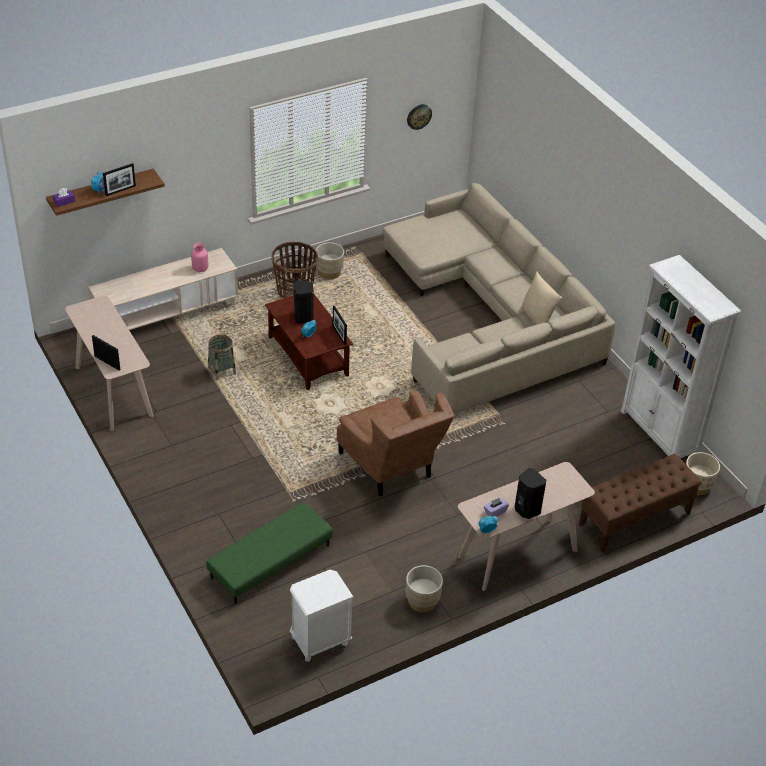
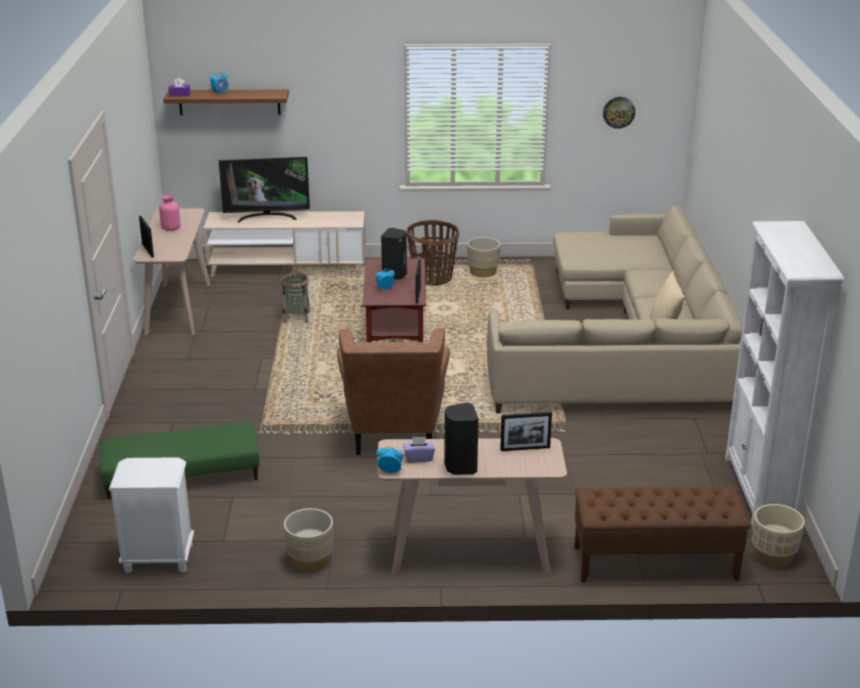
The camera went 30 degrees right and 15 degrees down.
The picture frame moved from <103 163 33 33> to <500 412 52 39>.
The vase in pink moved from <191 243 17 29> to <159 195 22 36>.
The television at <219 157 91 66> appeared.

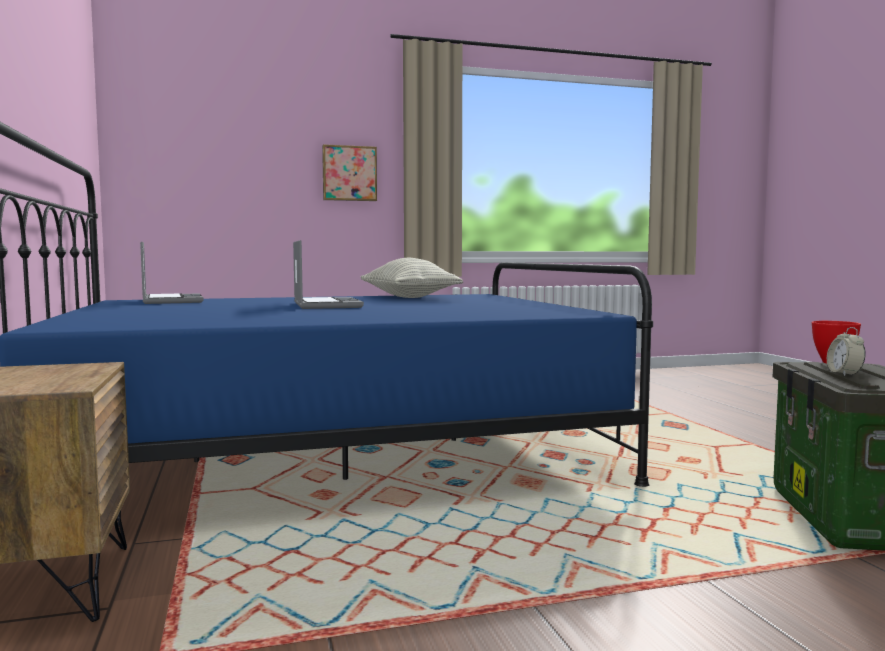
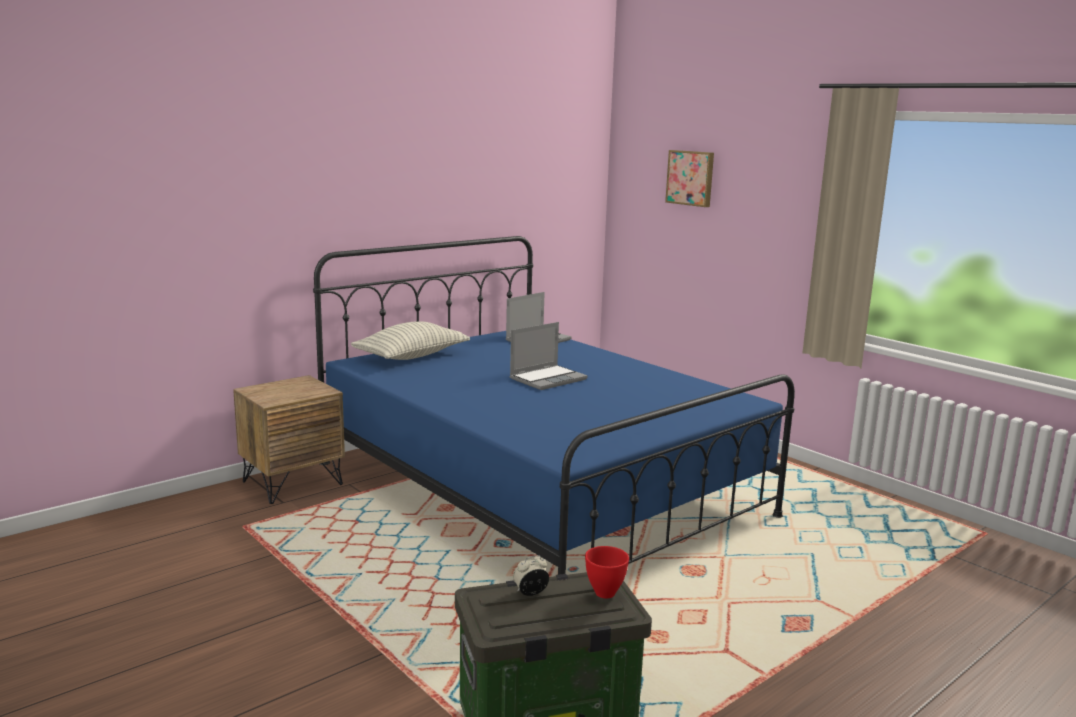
The camera went 65 degrees right and 10 degrees up.
The picture moved from <322 144 55 57> to <665 150 49 57>.
The pillow moved from <361 258 102 40> to <351 321 119 39>.

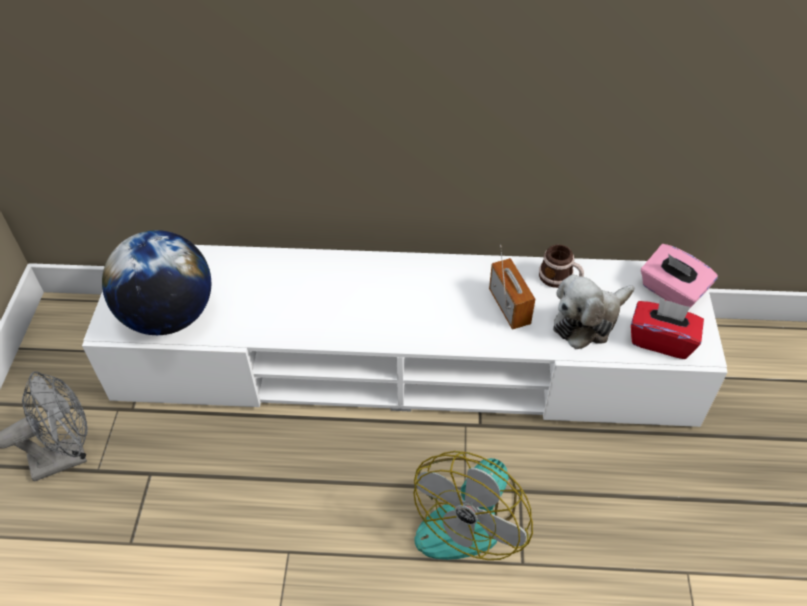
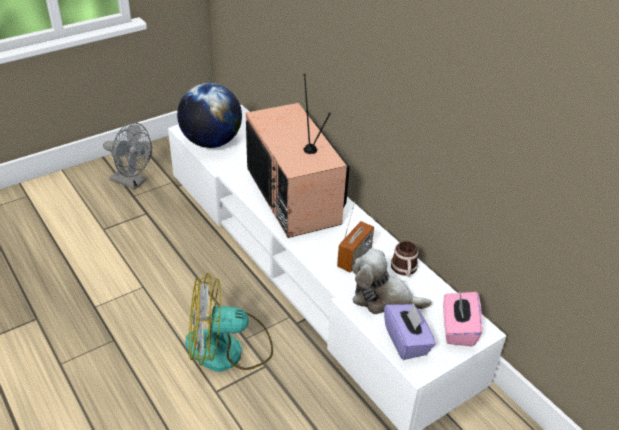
The camera went 50 degrees right and 10 degrees down.
The tissue box in red at <631 298 73 61> became the tissue box in purple at <384 303 52 57>.
The television at <246 74 104 164> appeared.

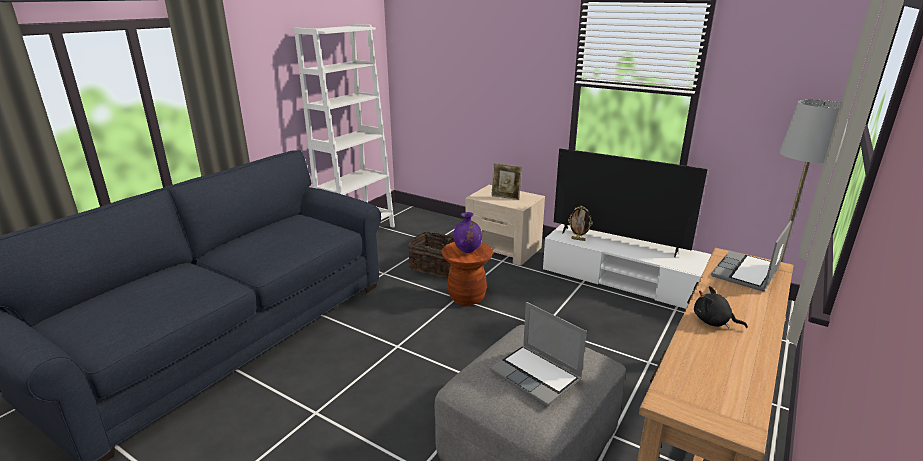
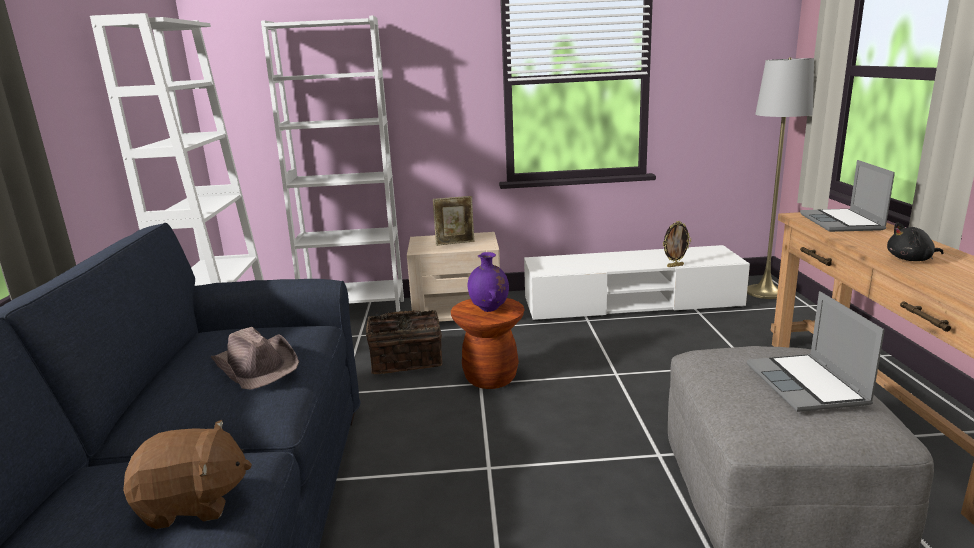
The camera went 35 degrees left and 5 degrees down.
The laptop at <490 302 97 105> turned 75 degrees clockwise.
The television at <554 149 154 108> disappeared.
The picture frame moved from <568 206 25 35> to <663 221 28 46>.
The plush toy in brown at <123 420 129 109> appeared.
The hat in brown at <211 327 88 63> appeared.
The bookcase in white at <261 16 143 296> appeared.

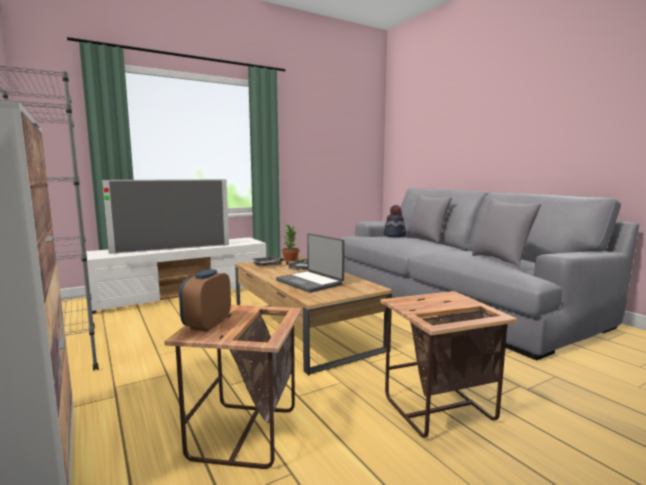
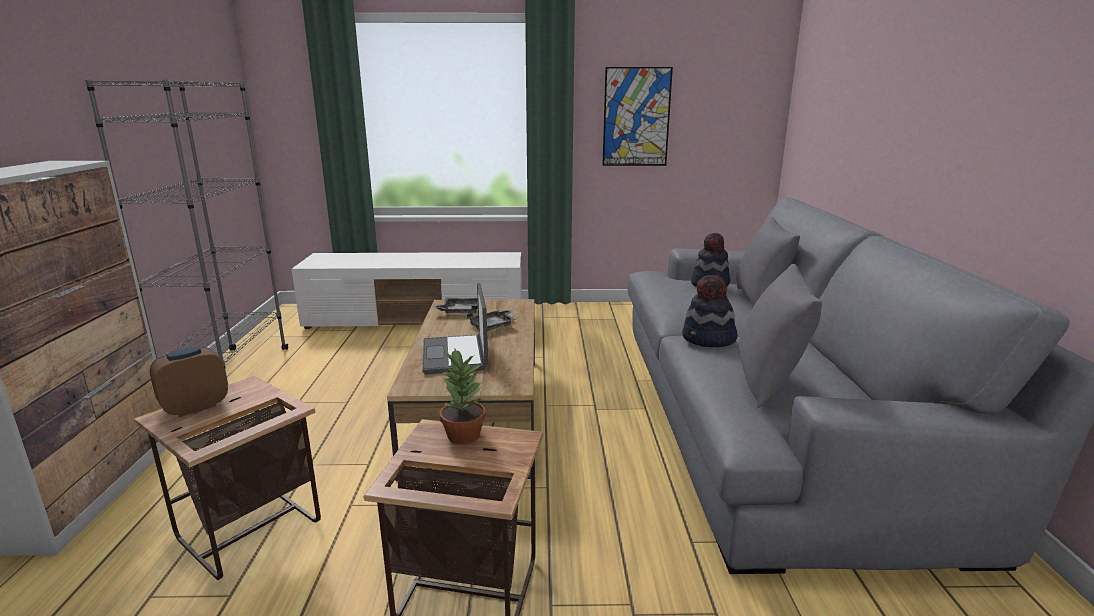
The camera went 30 degrees right and 10 degrees up.
The television at <102 179 127 75> disappeared.
The potted plant moved from <282 224 18 37> to <440 349 46 95>.
The picture at <602 67 71 99> appeared.
The hat at <682 275 56 72> appeared.

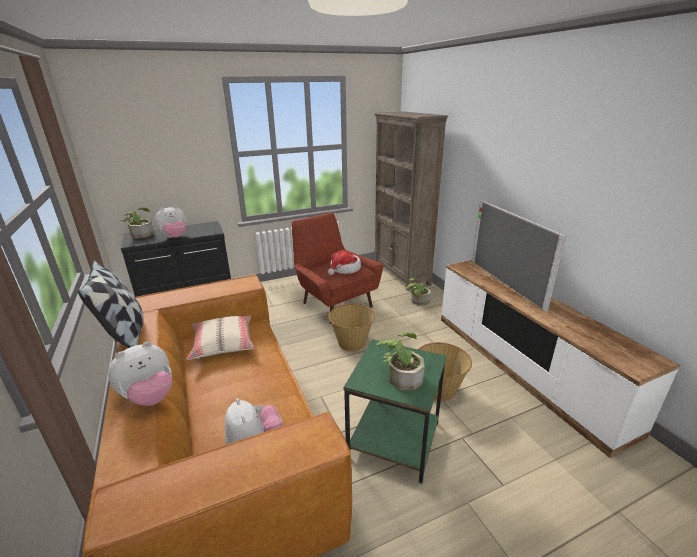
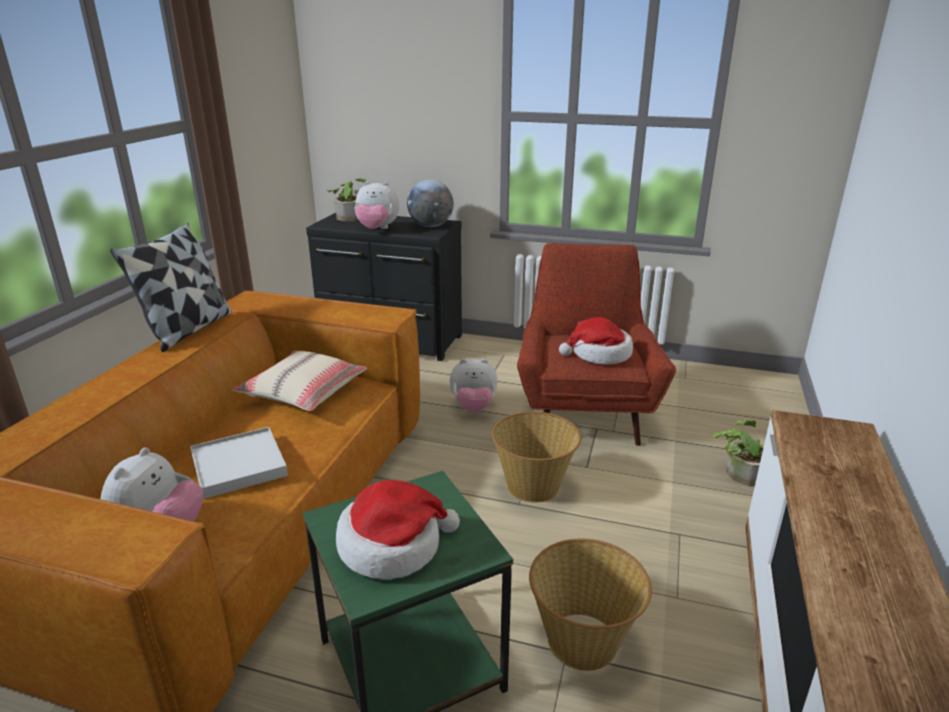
The camera went 40 degrees right and 0 degrees up.
The plush toy moved from <108 341 65 65> to <450 359 48 53>.
The bookcase in brown at <374 111 74 180> disappeared.
The potted plant at <377 332 48 59> was replaced by the hat at <336 480 124 100>.
The television at <472 200 94 112> disappeared.
The tray in white at <190 427 98 72> appeared.
The globe at <407 180 47 47> appeared.

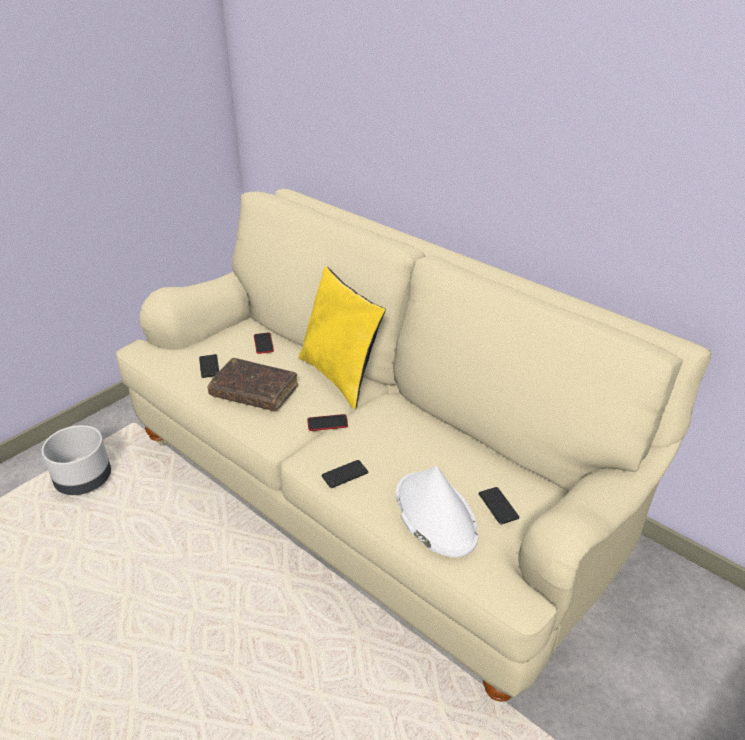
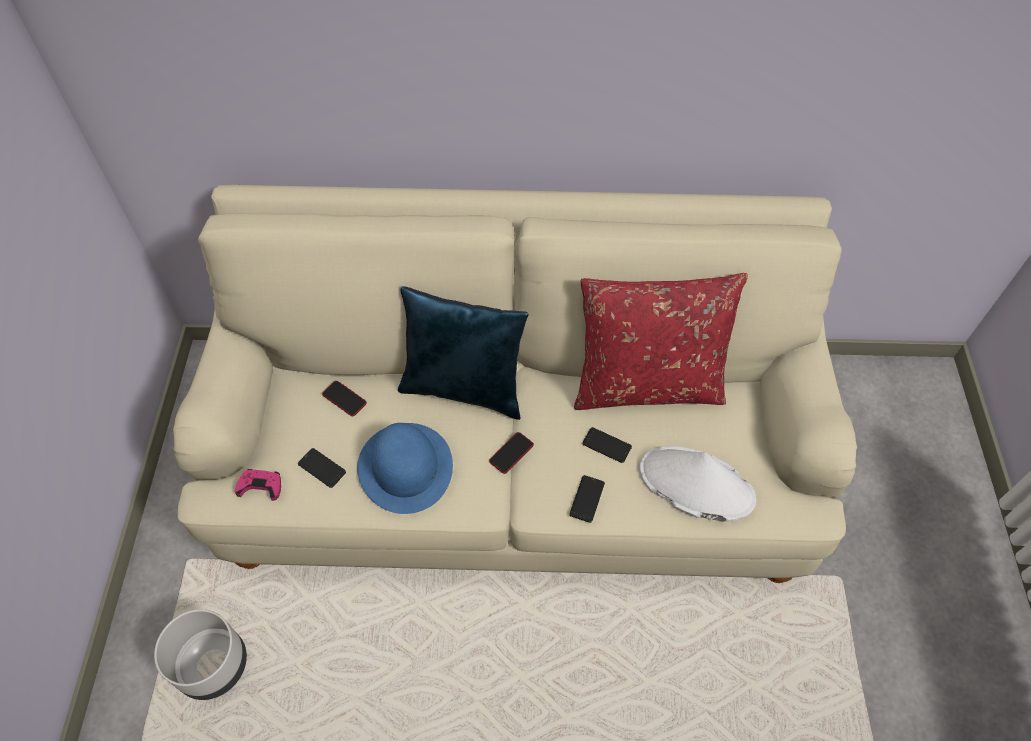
The camera went 40 degrees left and 20 degrees up.
The book in brown at <207 358 91 53> was replaced by the hat in blue at <357 423 96 91>.
The pillow in yellow at <299 266 86 143> became the pillow in blue at <398 286 130 134>.
The phone moved from <479 487 40 37> to <582 427 50 36>.
The game controller in pink at <235 469 46 32> appeared.
The pillow in red at <574 273 174 137> appeared.

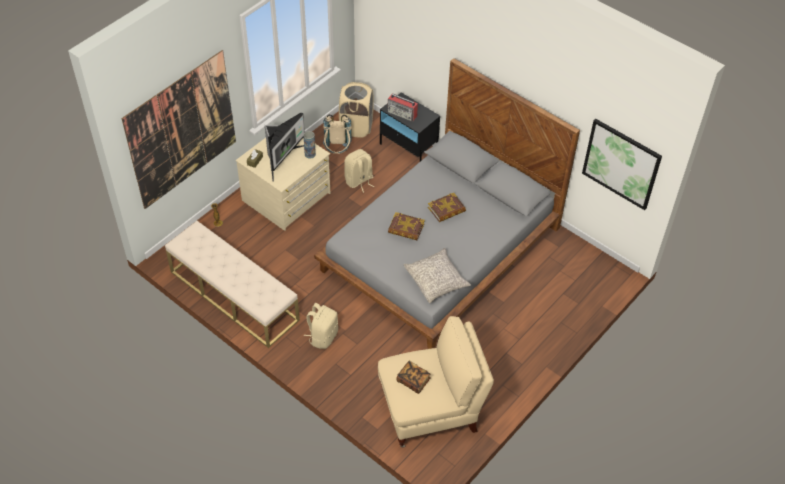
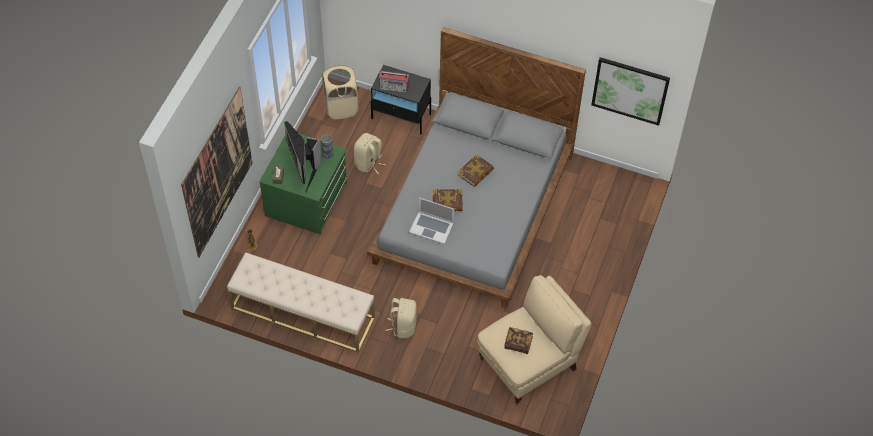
The camera went 20 degrees left and 5 degrees up.
The dresser in beige at <236 137 94 94> became the dresser in green at <259 134 88 101>.
The monitor at <265 113 40 69> turned 150 degrees clockwise.
The backpack in beige at <323 114 29 40> disappeared.
The pillow in grey at <404 248 67 55> disappeared.
The laptop at <409 197 46 47> appeared.

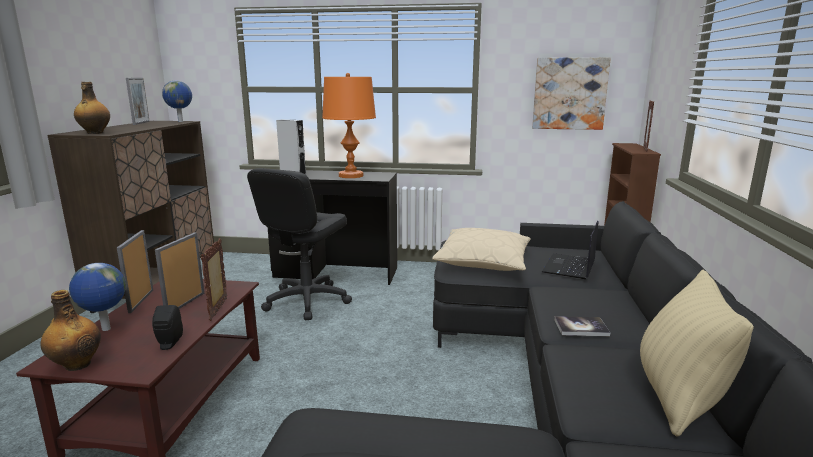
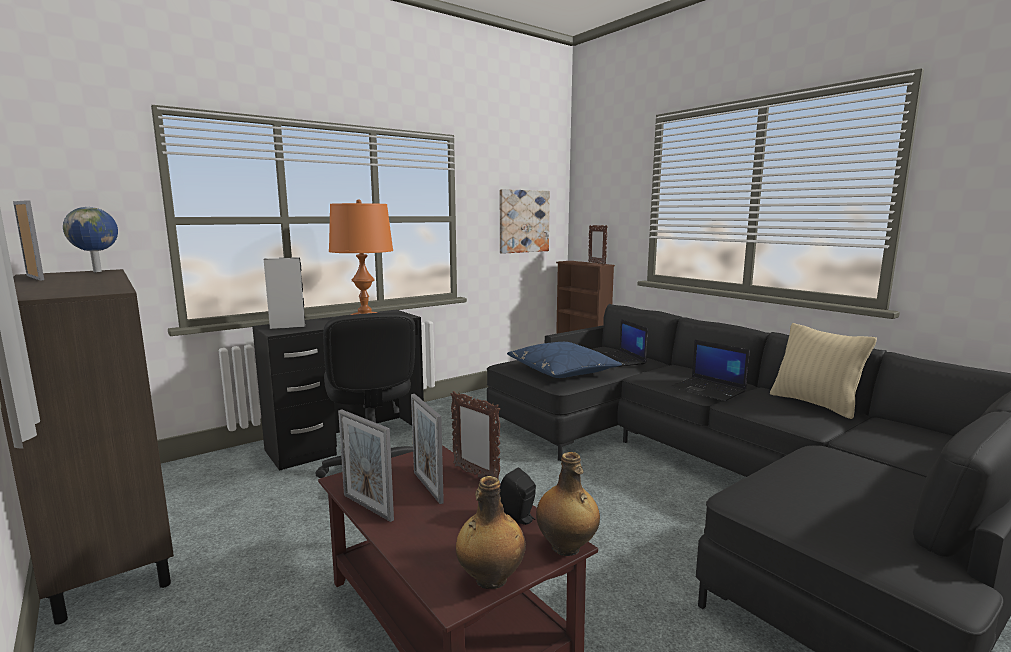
The camera went 45 degrees left and 5 degrees down.
The globe at <69 263 57 68> disappeared.
The bottle moved from <74 82 36 52> to <536 452 64 104>.
The pillow in beige at <432 228 99 43> became the pillow in blue at <507 342 115 36>.
The book at <554 316 56 20> was replaced by the laptop at <671 340 79 61>.

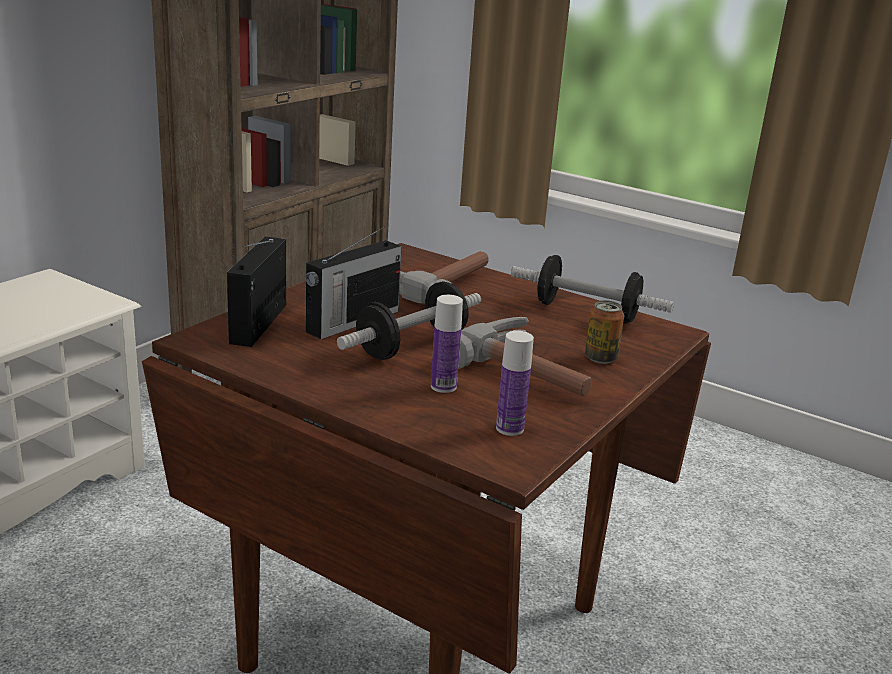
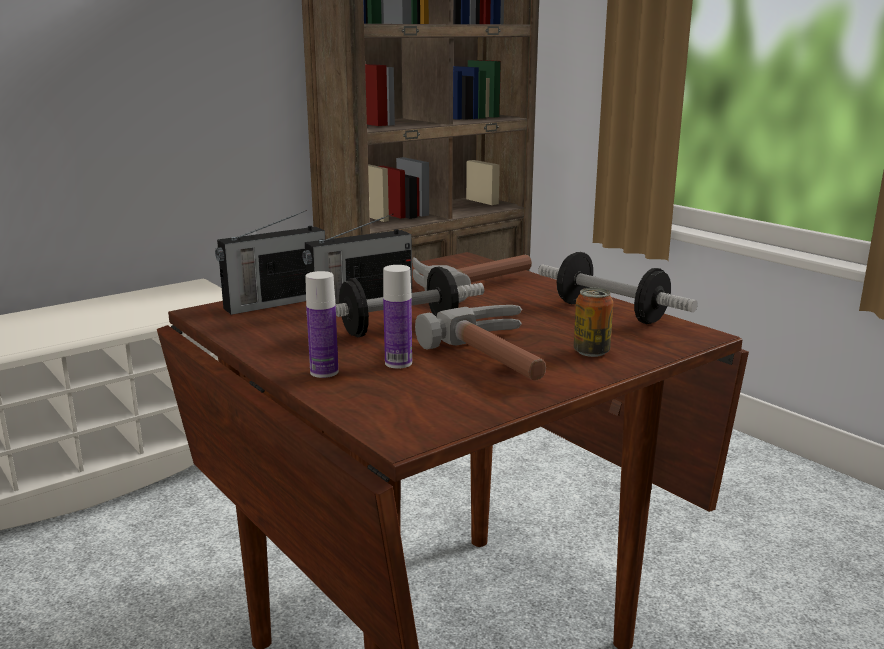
The camera went 20 degrees right and 5 degrees down.
The radio at <227 237 59 110> turned 150 degrees counterclockwise.
The bottle moved from <496 331 38 105> to <305 271 33 107>.

